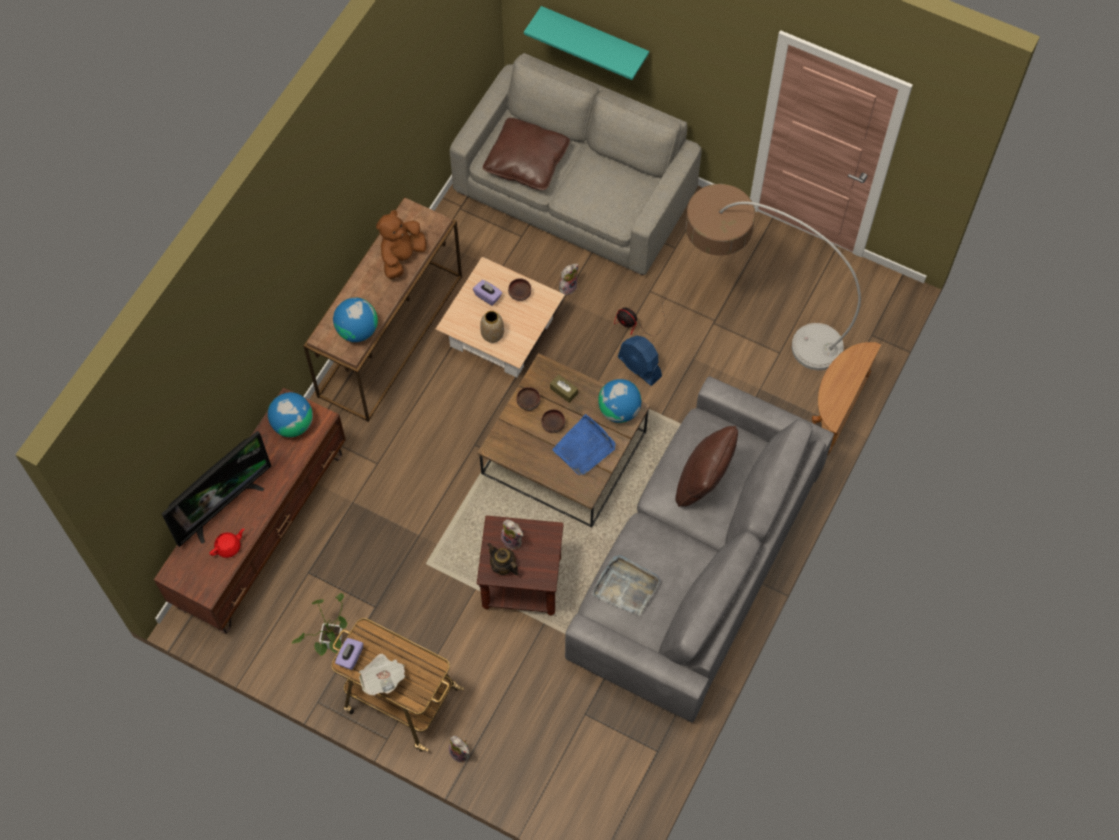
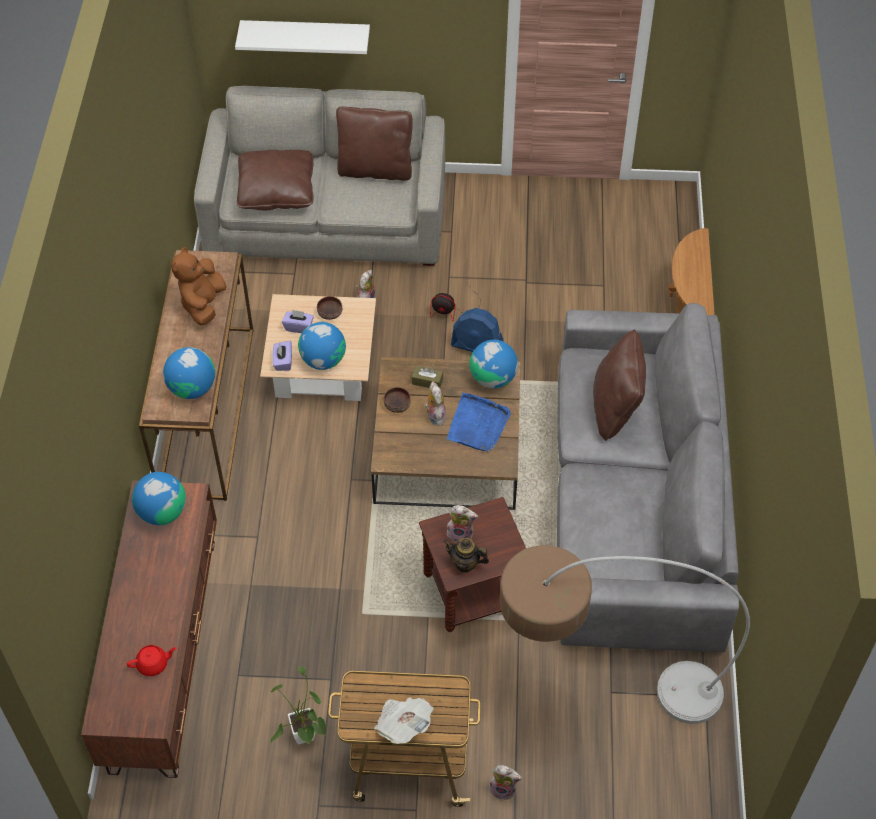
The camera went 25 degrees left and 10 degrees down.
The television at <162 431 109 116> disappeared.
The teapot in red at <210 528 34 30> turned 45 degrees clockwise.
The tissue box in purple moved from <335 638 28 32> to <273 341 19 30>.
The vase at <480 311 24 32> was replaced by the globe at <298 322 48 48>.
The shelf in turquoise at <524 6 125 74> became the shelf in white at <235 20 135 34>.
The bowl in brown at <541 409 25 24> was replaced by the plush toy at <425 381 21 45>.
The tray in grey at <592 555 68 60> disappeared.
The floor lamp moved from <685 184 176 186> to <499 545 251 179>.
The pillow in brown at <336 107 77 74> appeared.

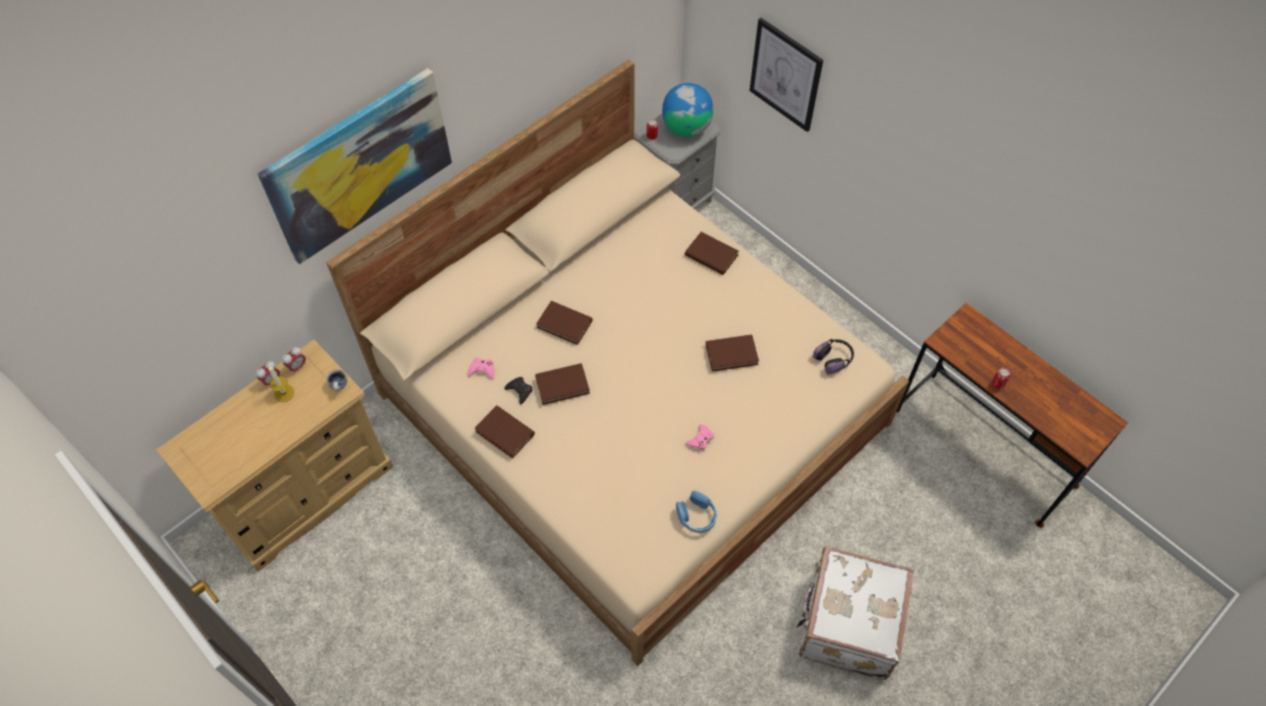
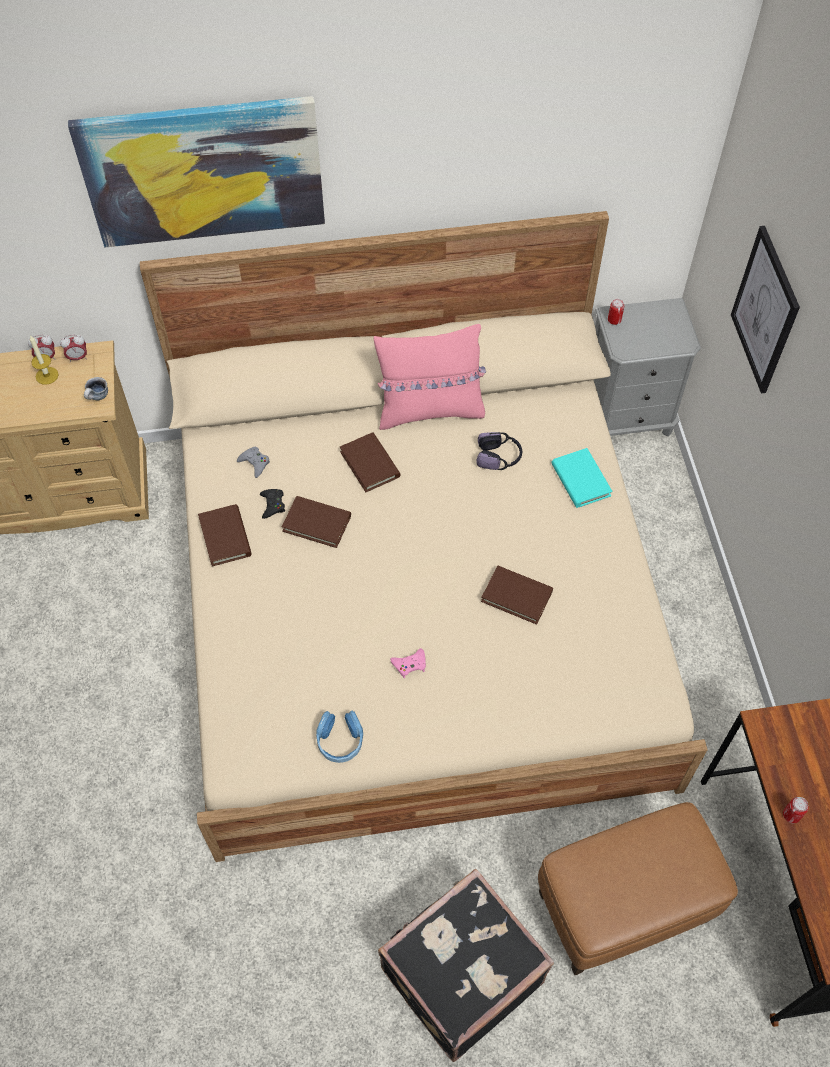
The camera went 35 degrees right and 0 degrees up.
The game controller in pink at <468 358 26 22> became the game controller in grey at <237 447 33 31>.
The globe at <662 83 51 54> disappeared.
The book in brown at <685 232 54 43> became the book in turquoise at <552 448 60 60>.
The suitcase in white at <796 546 118 134> became the suitcase in black at <378 869 176 193>.
The headphones moved from <813 339 41 36> to <476 432 46 38>.
The pillow in pink at <374 324 112 106> appeared.
The ottoman in brown at <538 802 200 173> appeared.

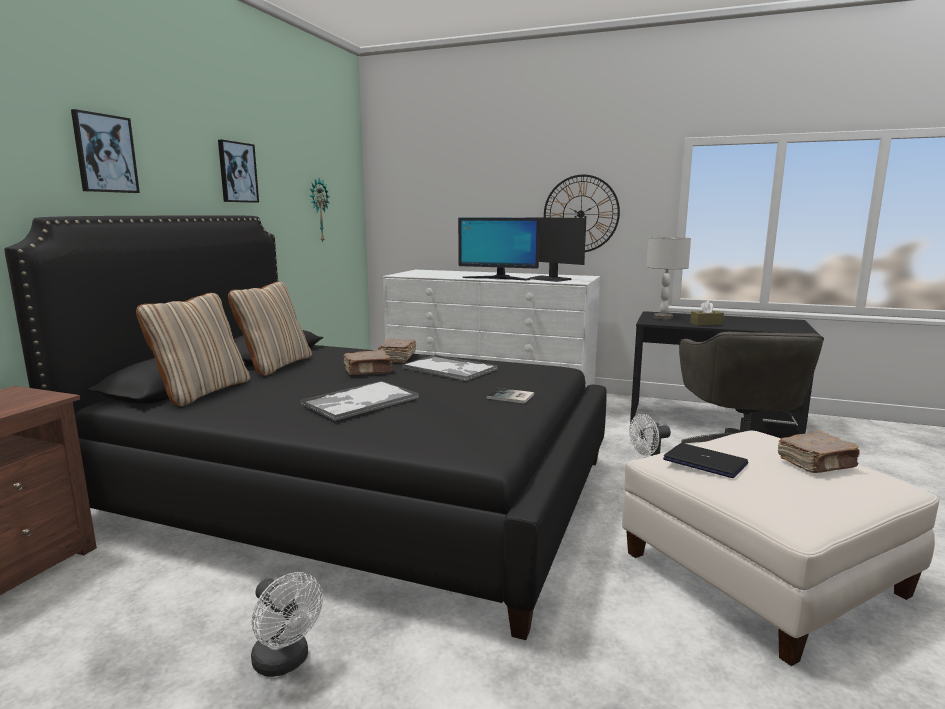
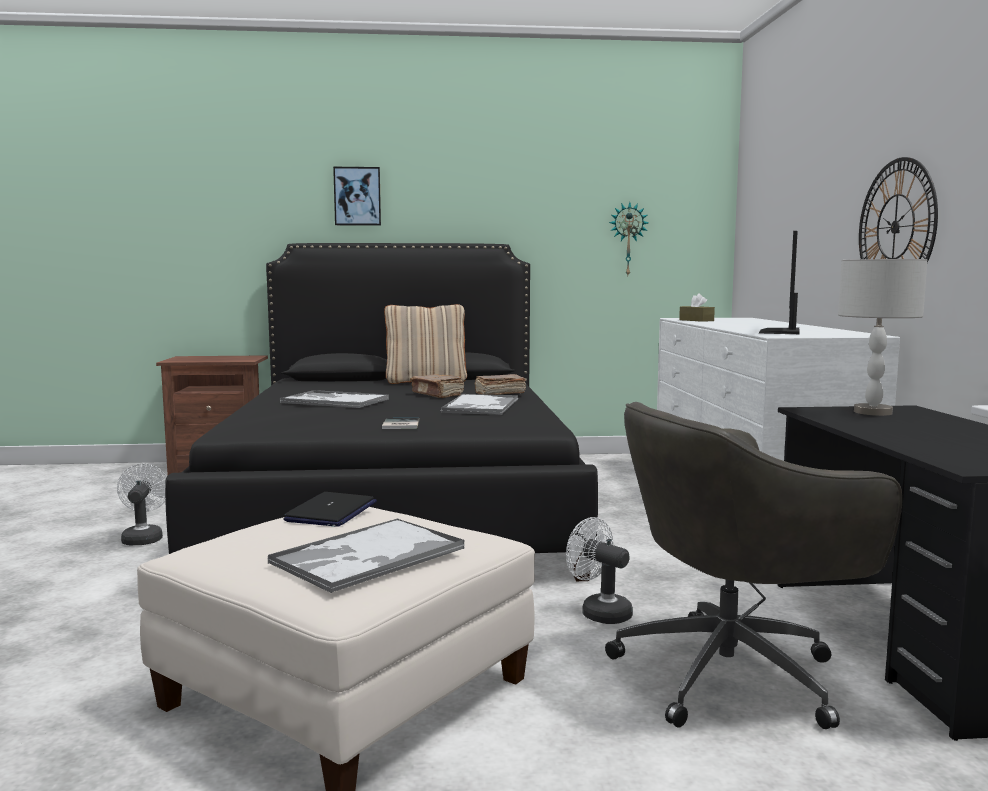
The camera went 65 degrees right and 5 degrees down.
The pillow in beige at <136 293 114 114> disappeared.
The picture at <218 140 41 63> disappeared.
The fan in white at <251 572 72 105> turned 150 degrees clockwise.
The monitor at <458 218 82 62> disappeared.
The tissue box in brown moved from <690 301 34 25> to <679 293 36 29>.
The book in brown at <778 431 82 42> was replaced by the tray at <268 518 196 75>.

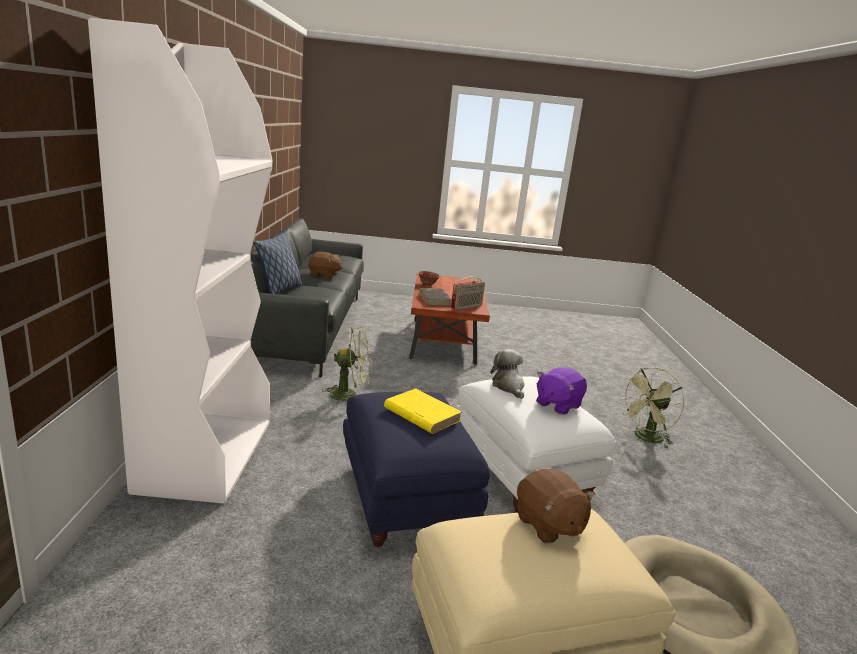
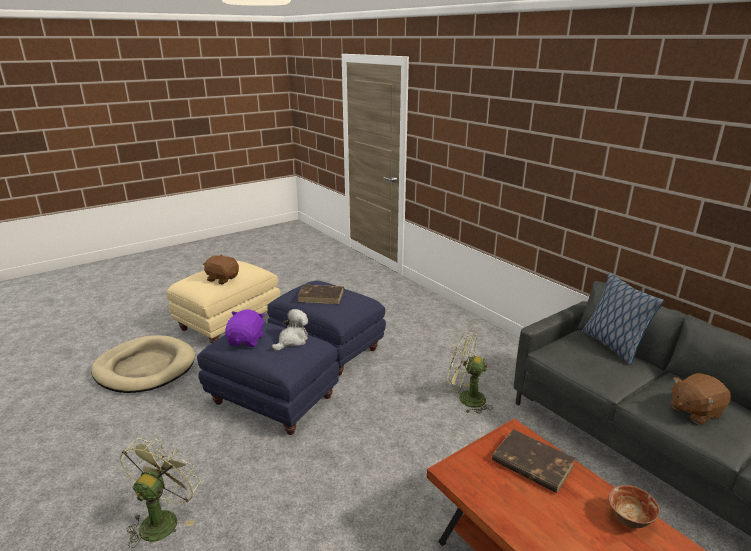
The camera went 145 degrees right and 5 degrees up.
The bookcase in white at <88 18 184 486> disappeared.
The fan in green at <322 327 48 74> turned 60 degrees clockwise.
The book in yellow at <384 388 78 46> became the book in brown at <298 285 46 19>.
The radio at <451 276 34 34> disappeared.
The ottoman in white at <455 376 161 137> became the ottoman in blue at <197 322 142 113>.
The plush toy at <491 349 34 50> turned 90 degrees counterclockwise.

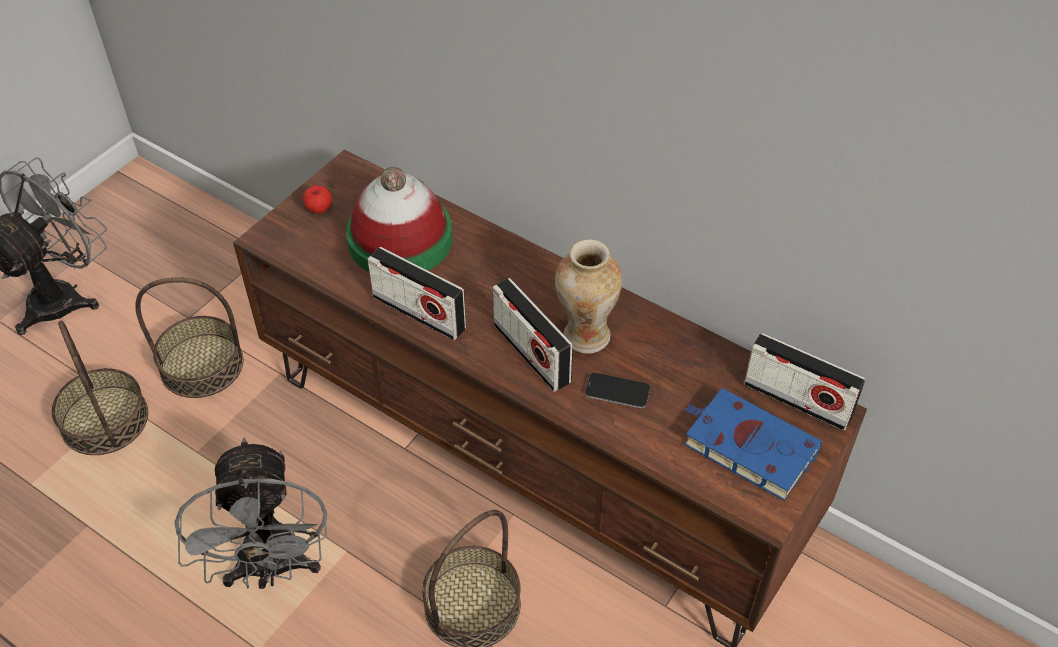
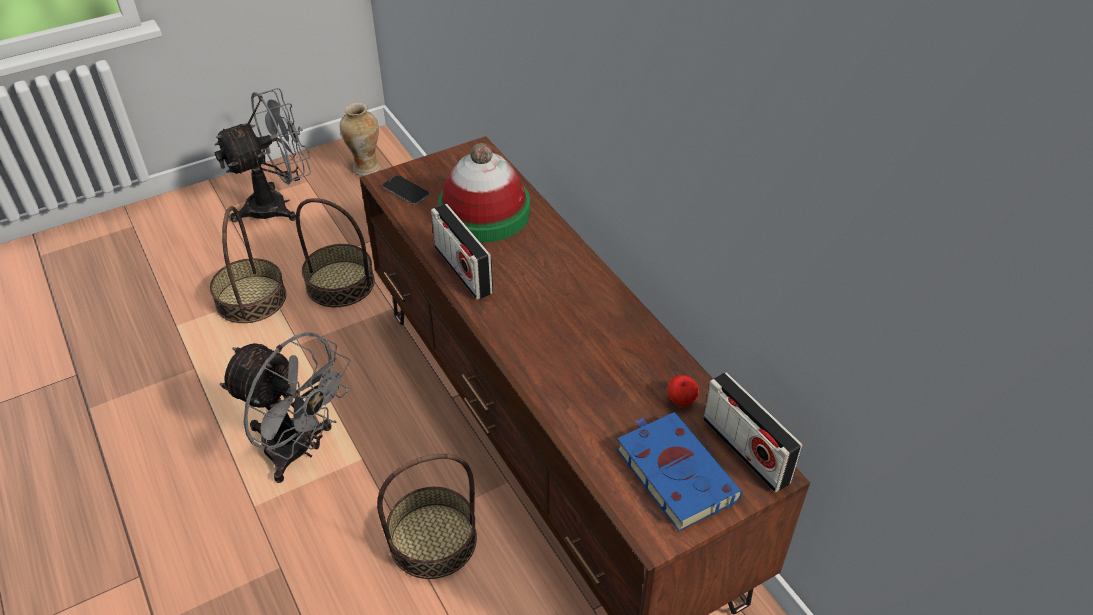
The camera went 25 degrees right and 5 degrees down.
The fan in grey at <174 438 153 151> turned 75 degrees counterclockwise.
The apple moved from <303 185 29 28> to <668 375 31 31>.
The radio at <493 278 80 114> disappeared.
The vase moved from <555 239 67 115> to <340 103 40 73>.
The phone moved from <585 373 65 35> to <382 175 47 30>.

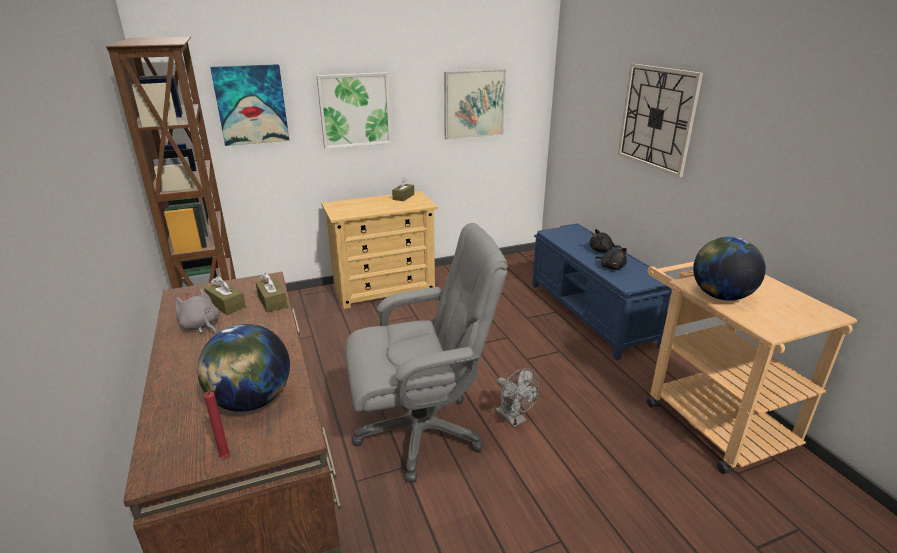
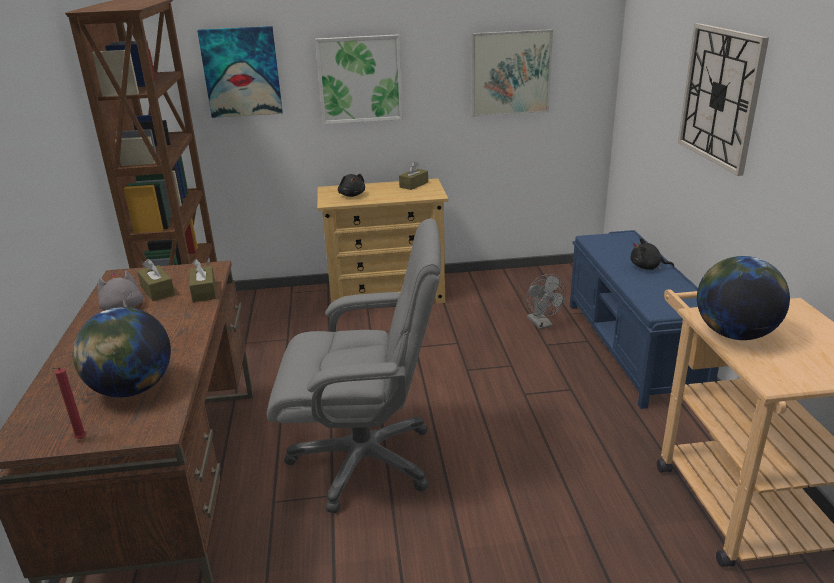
The camera went 15 degrees right and 0 degrees up.
The fan in grey moved from <495 368 44 59> to <526 274 40 55>.
The plush toy in black moved from <595 248 32 22> to <338 174 27 23>.

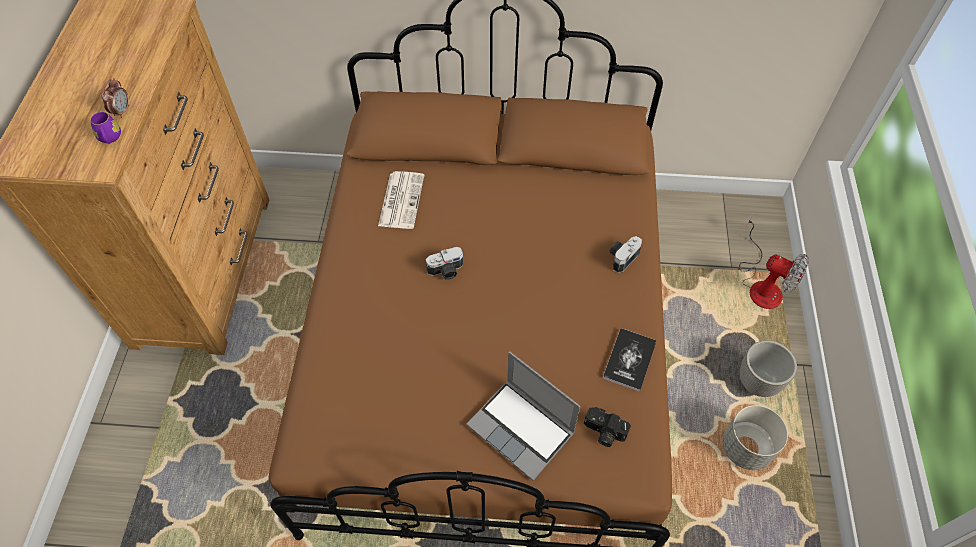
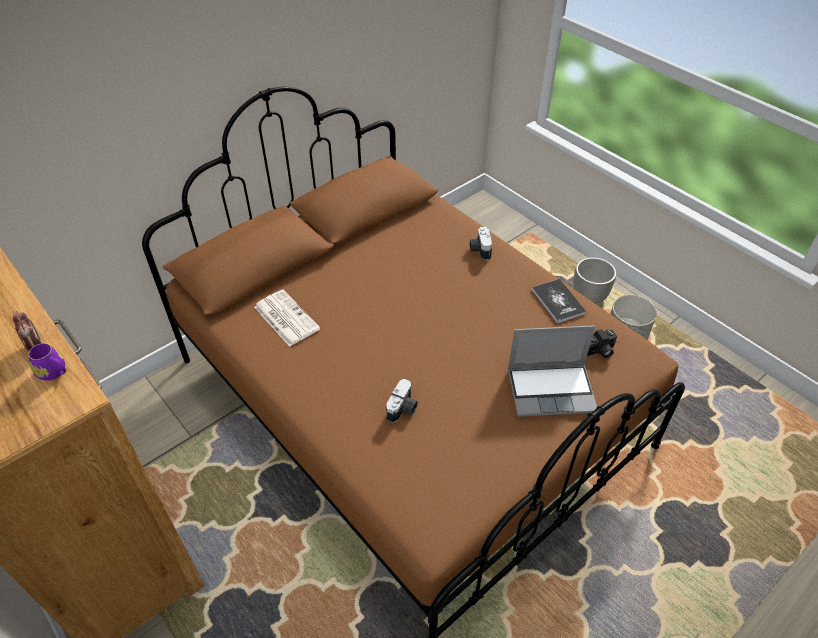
The camera went 45 degrees left and 10 degrees down.
The photo camera moved from <426 247 37 33> to <386 379 32 44>.
The fan at <739 214 70 95> disappeared.

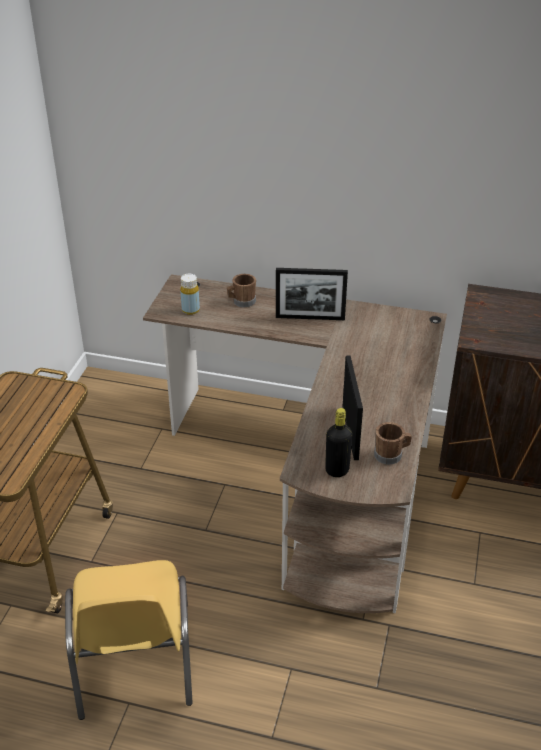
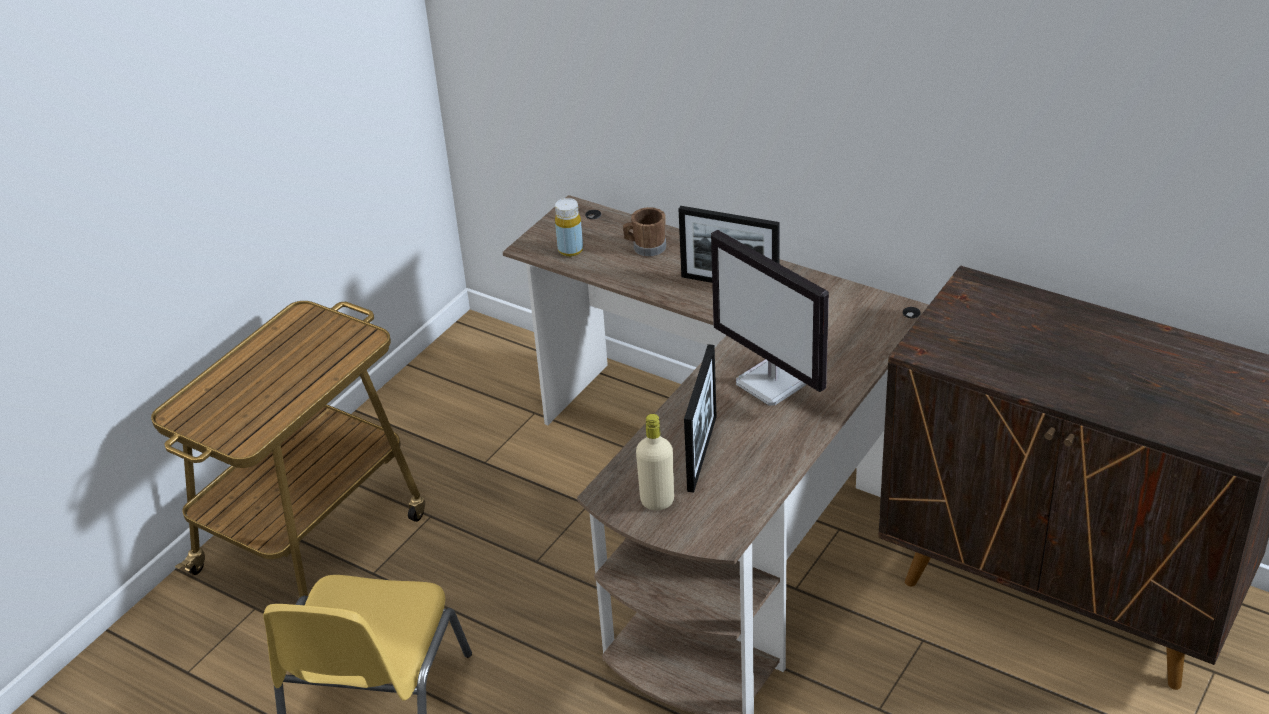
The camera went 20 degrees right and 0 degrees up.
The bottle in black at <325 408 28 69> became the bottle in beige at <636 414 38 96>.
The mug in brown at <374 422 38 43> disappeared.
The monitor at <711 230 118 175> appeared.

